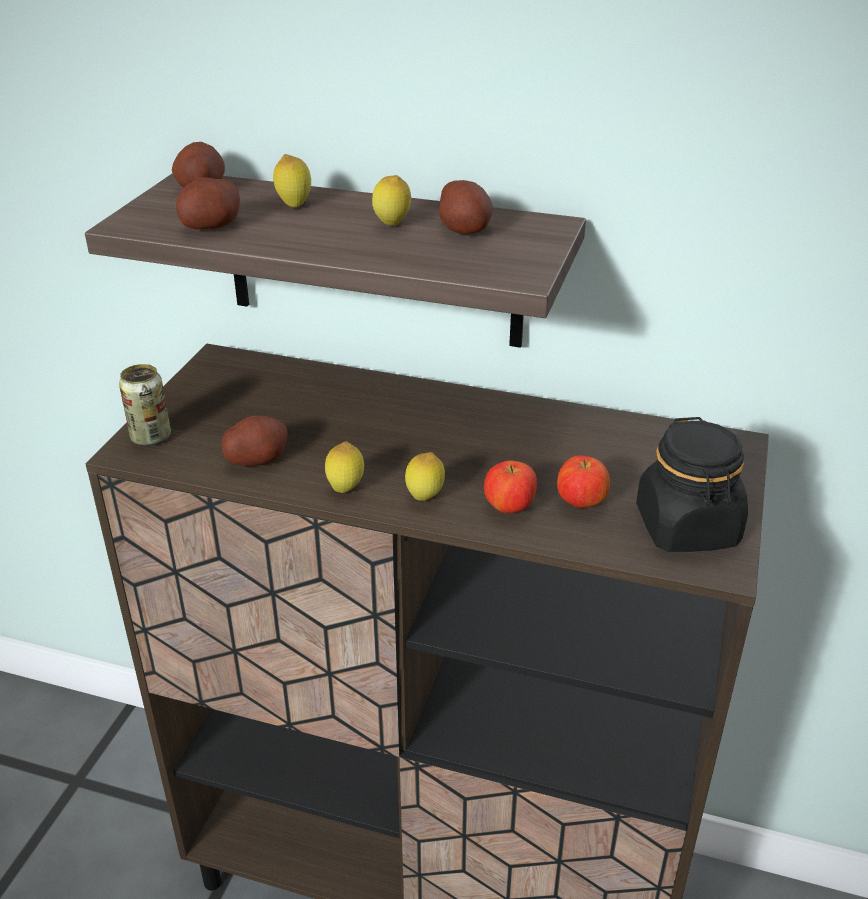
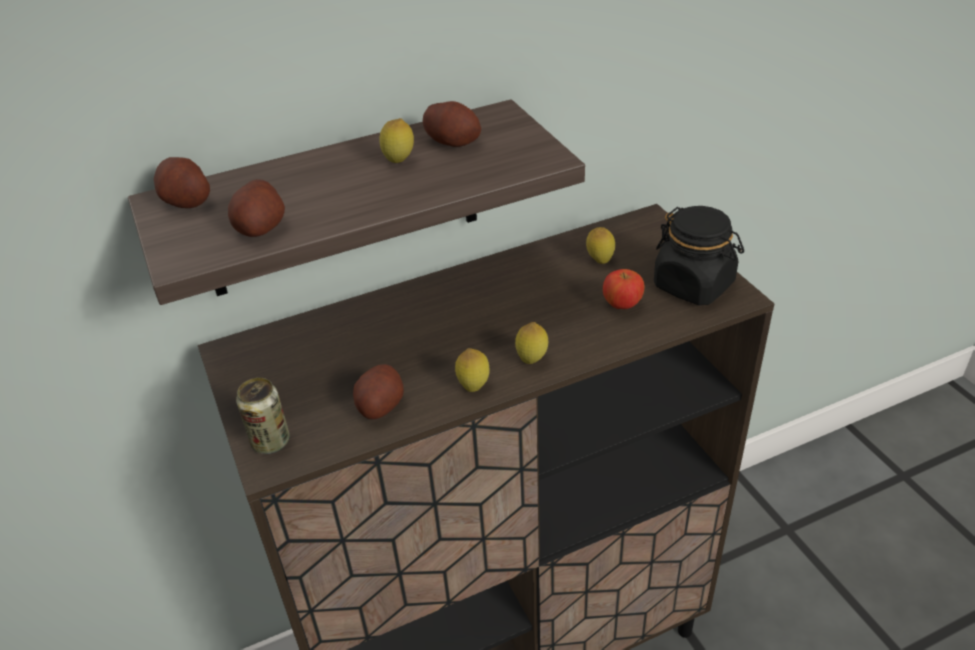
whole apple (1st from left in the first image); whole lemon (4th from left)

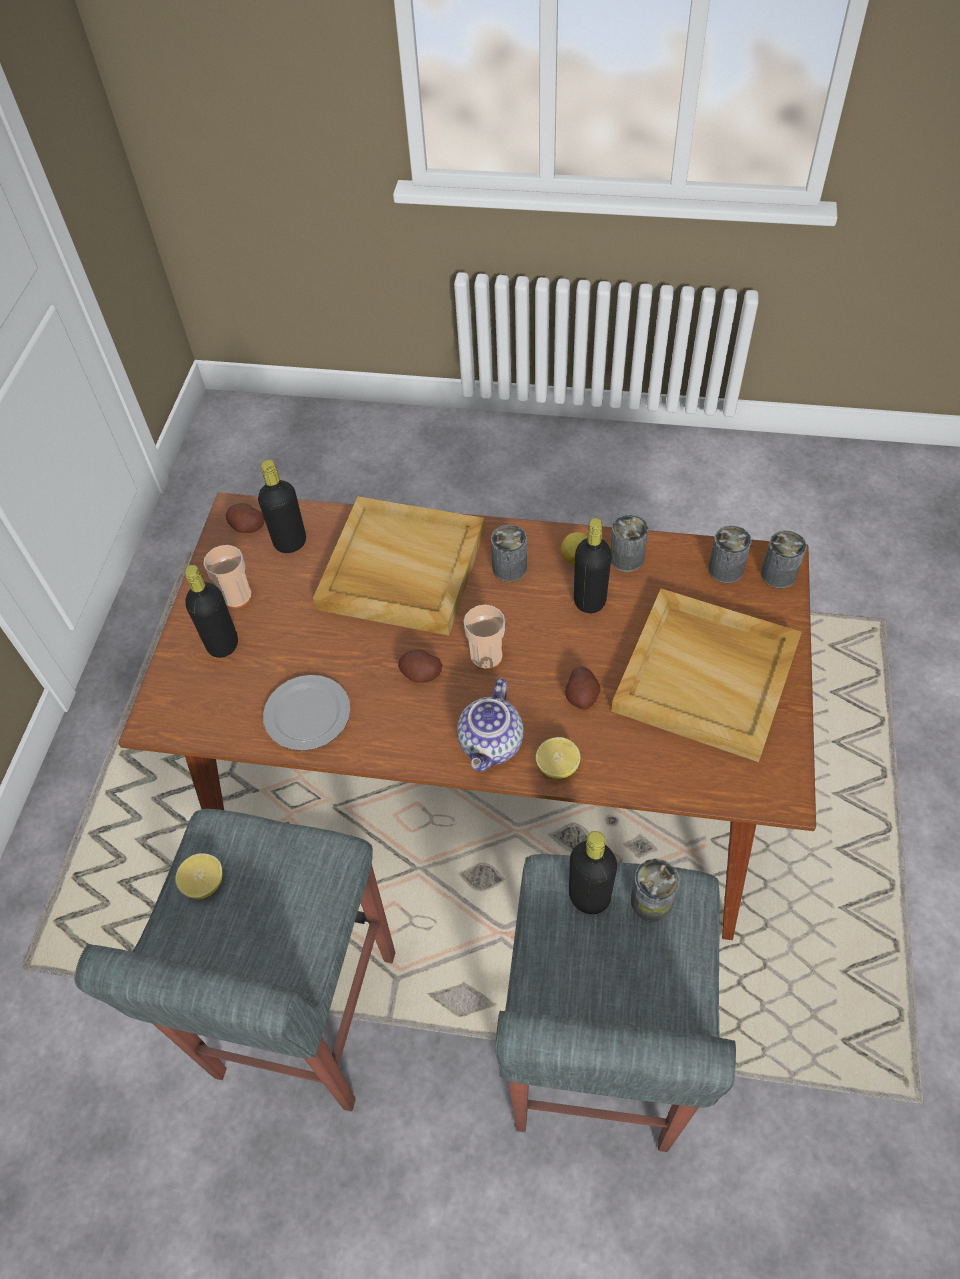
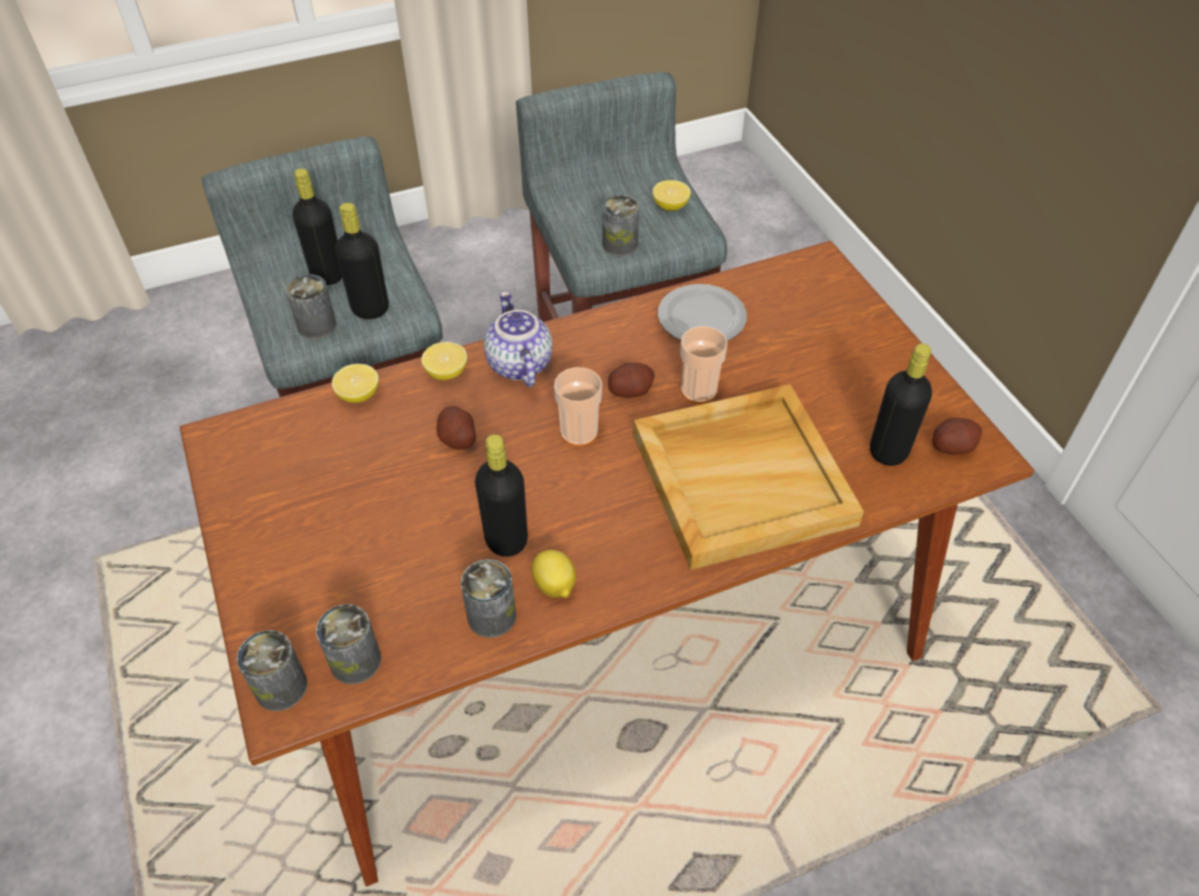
tray (beige) (2nd from left in the first image); whole lemon (1st from left); drink bottle (blackish) (1st from left); cup (2nd from left); sealed can (5th from left)

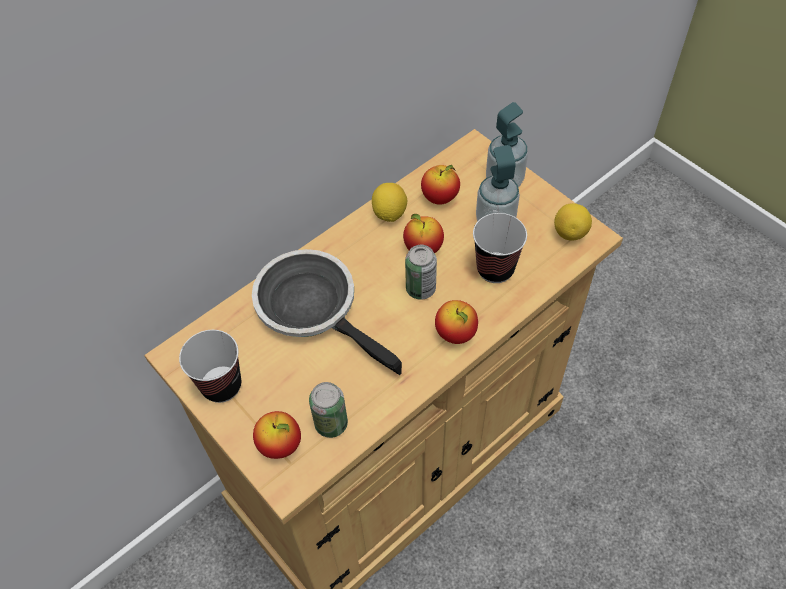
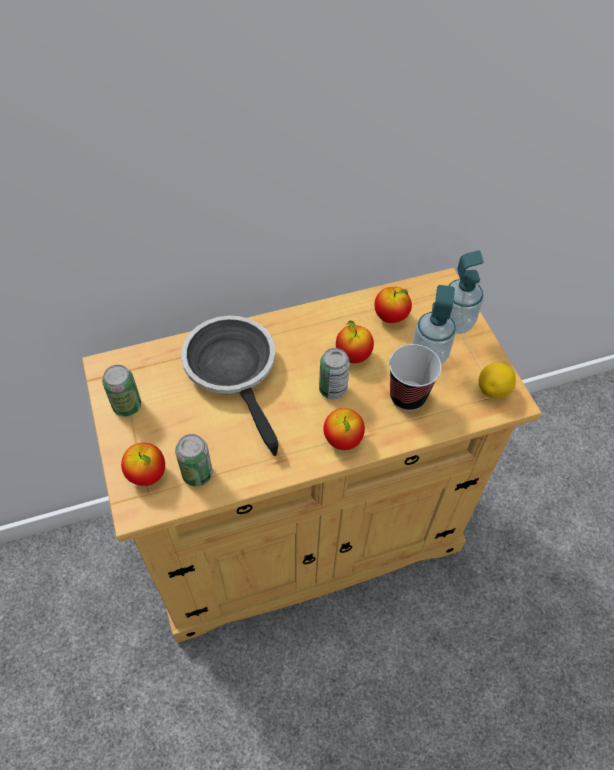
whole lemon (1st from left in the first image); sealed can (1st from left)

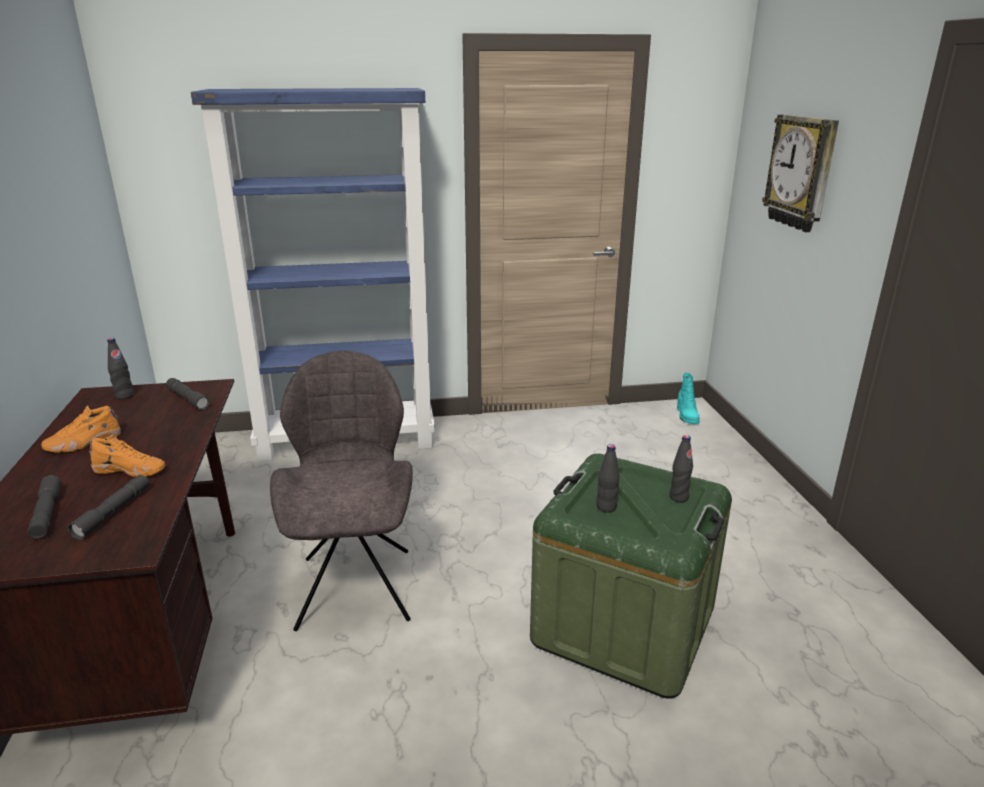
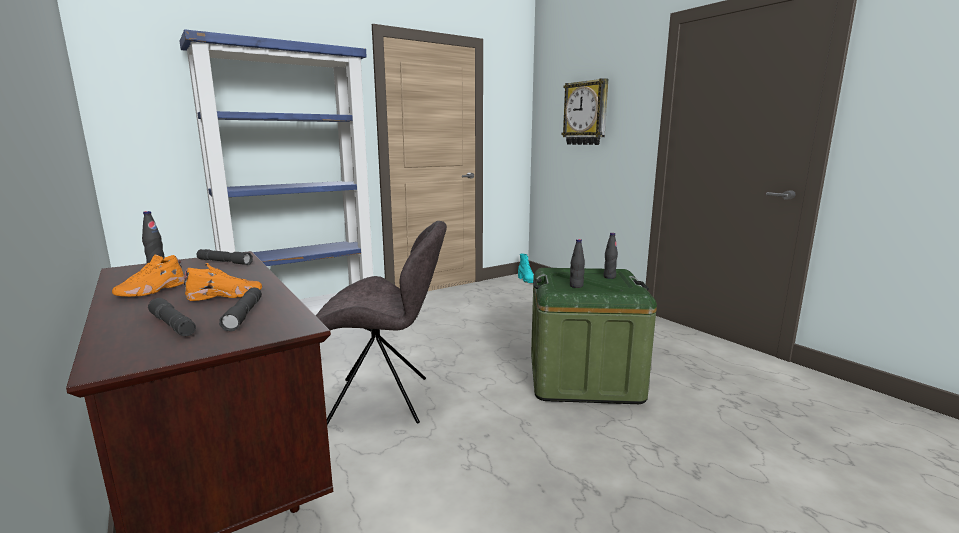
chair (greyish)

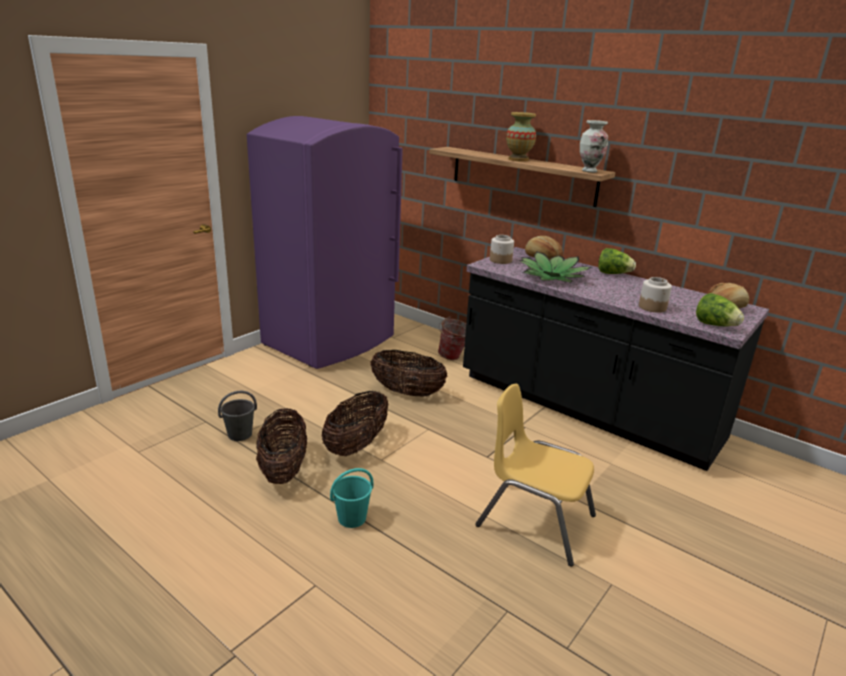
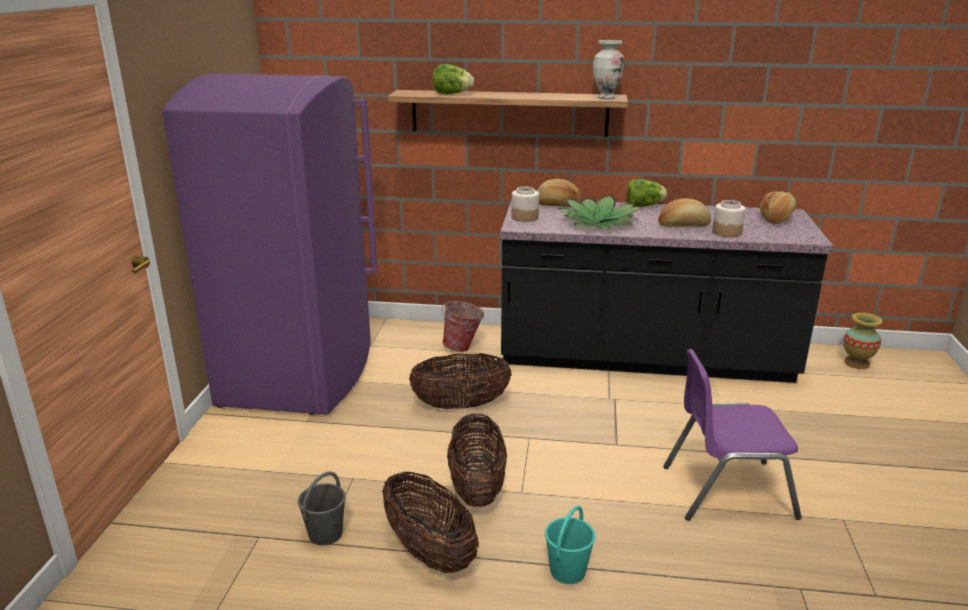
bread (2nd from left); vase (2nd from left); head of lettuce (1st from left); chair (purple-coloured)

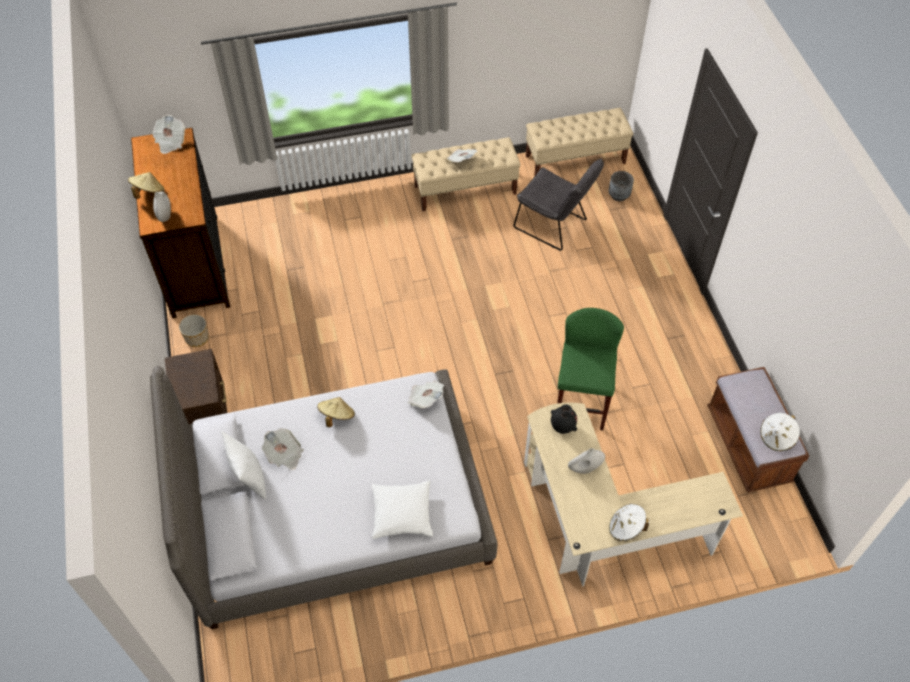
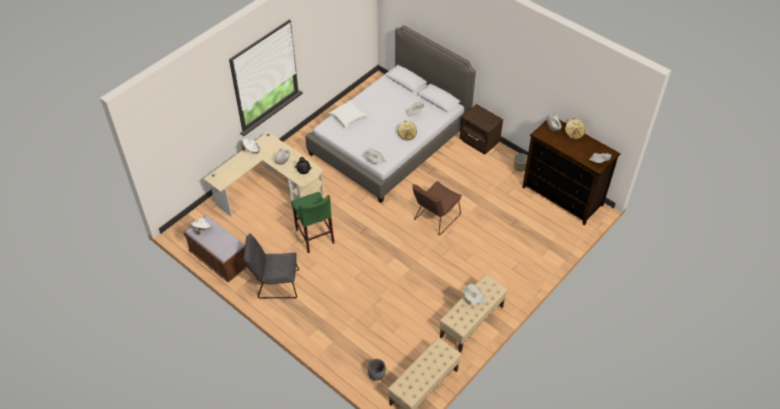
pillow (white) (1st from left in the first image); chair (brown-coloured); chair (greyish)

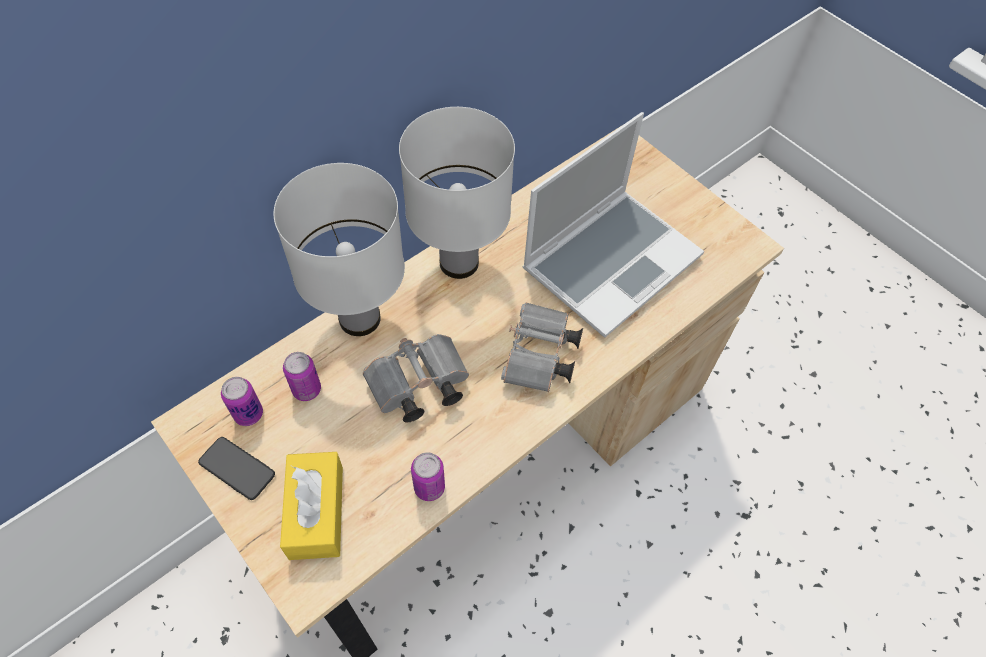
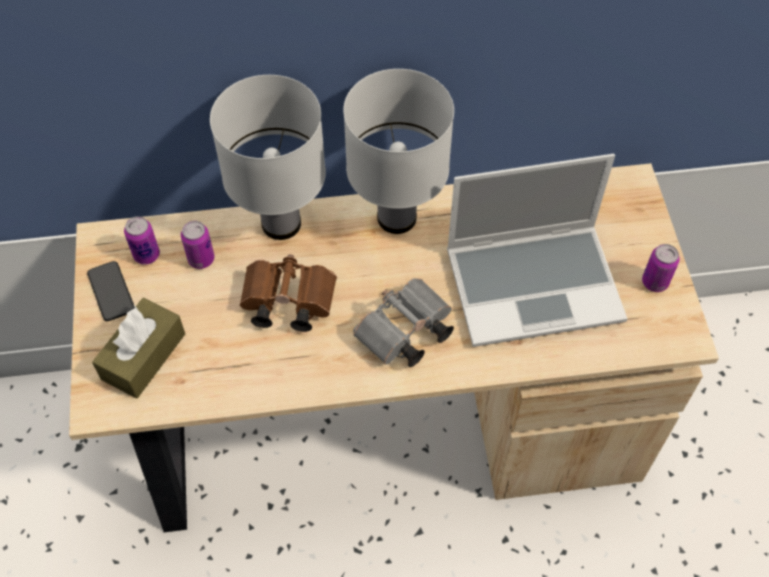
sealed can (3rd from left); tissue holder (brown-coloured); field glasses (brown-coloured)

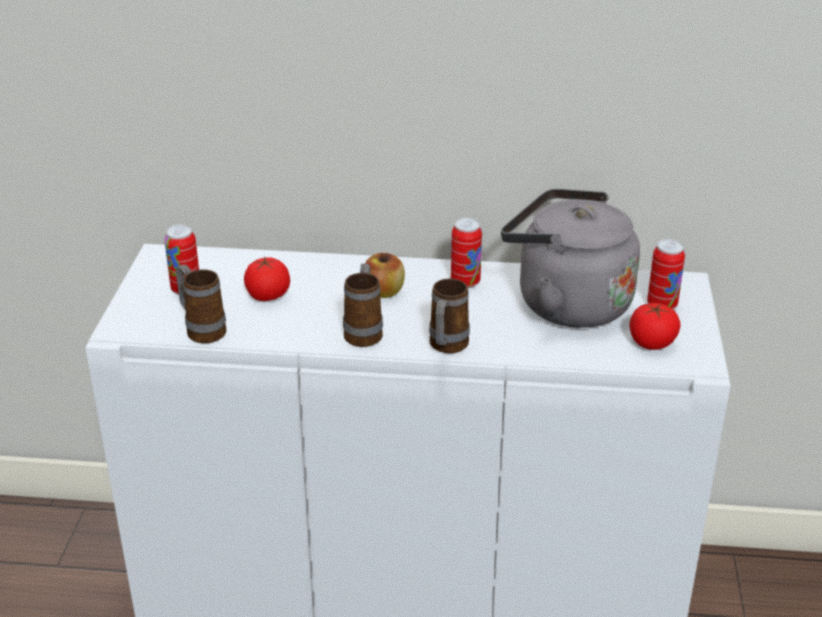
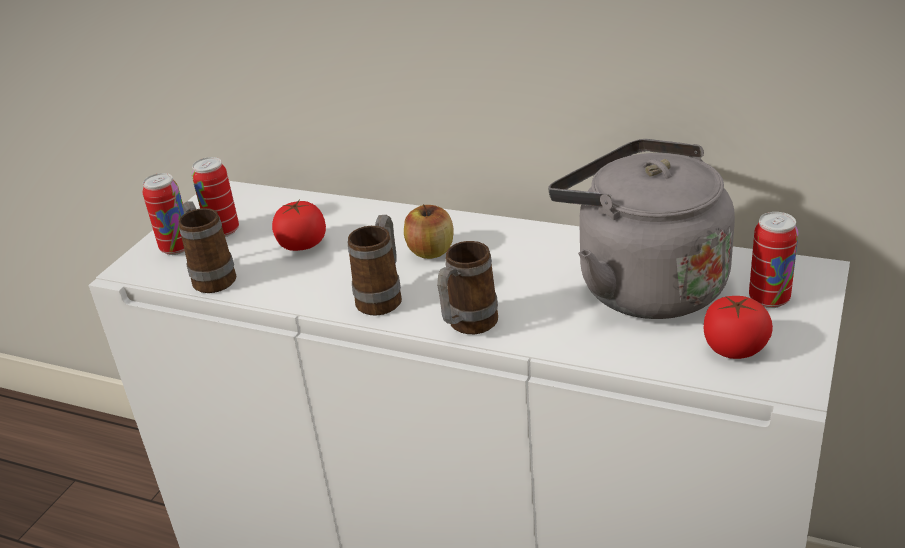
sealed can (1st from left)

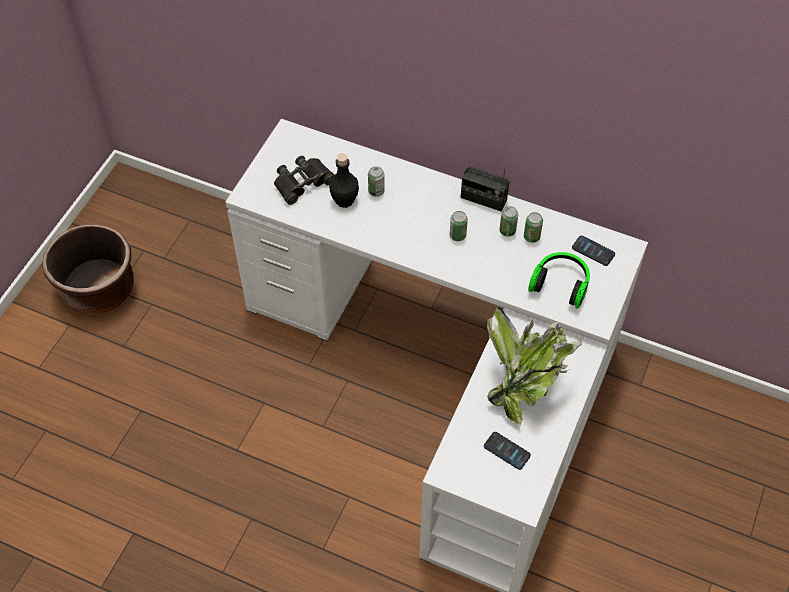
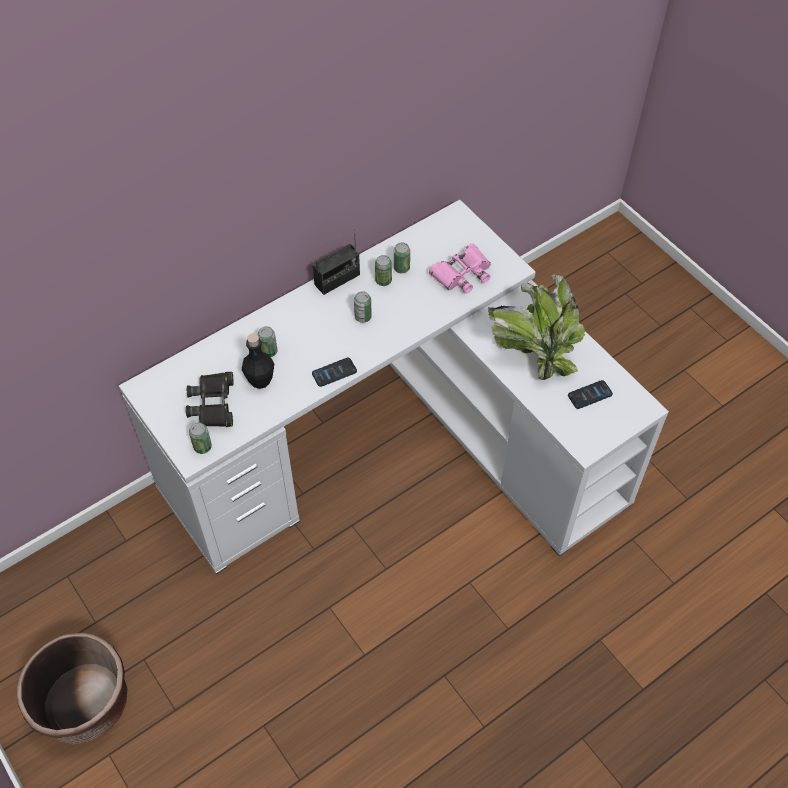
sealed can (1st from left); telephone (1st from left); field glasses (pink-coloured)

